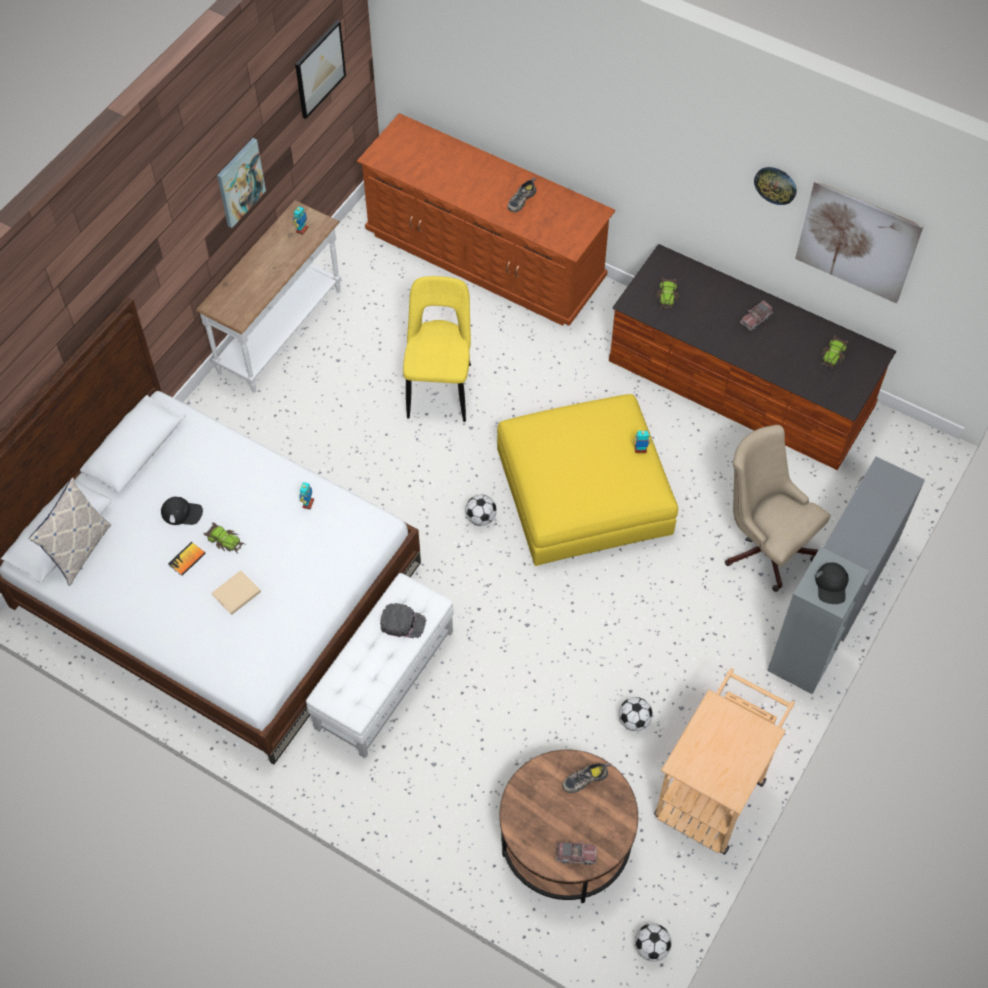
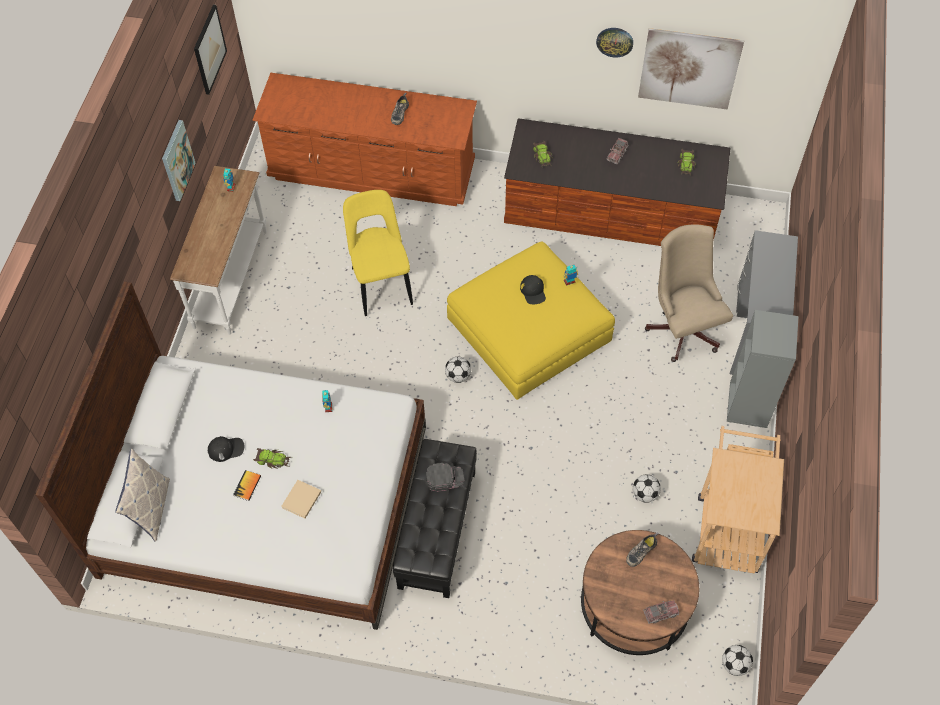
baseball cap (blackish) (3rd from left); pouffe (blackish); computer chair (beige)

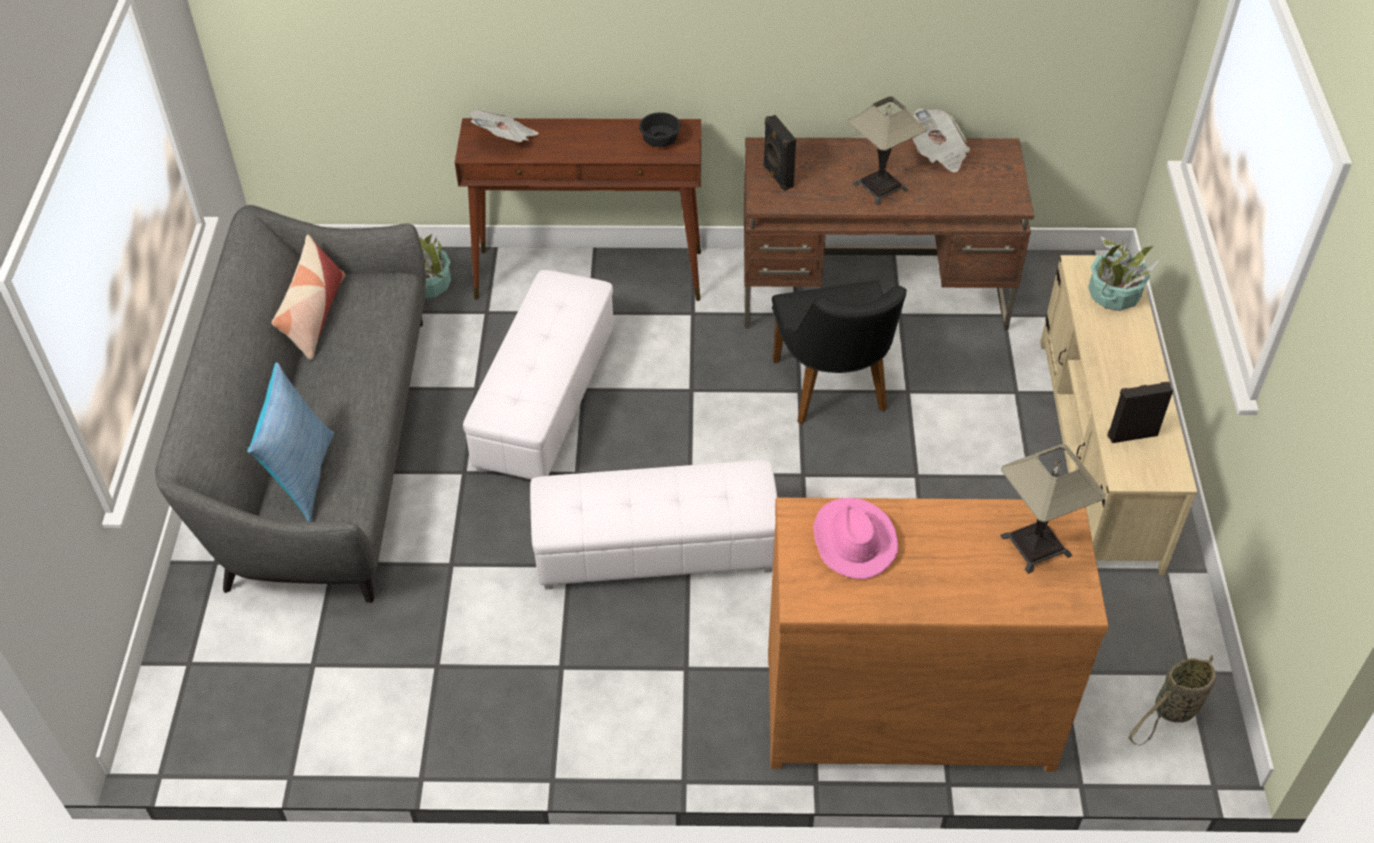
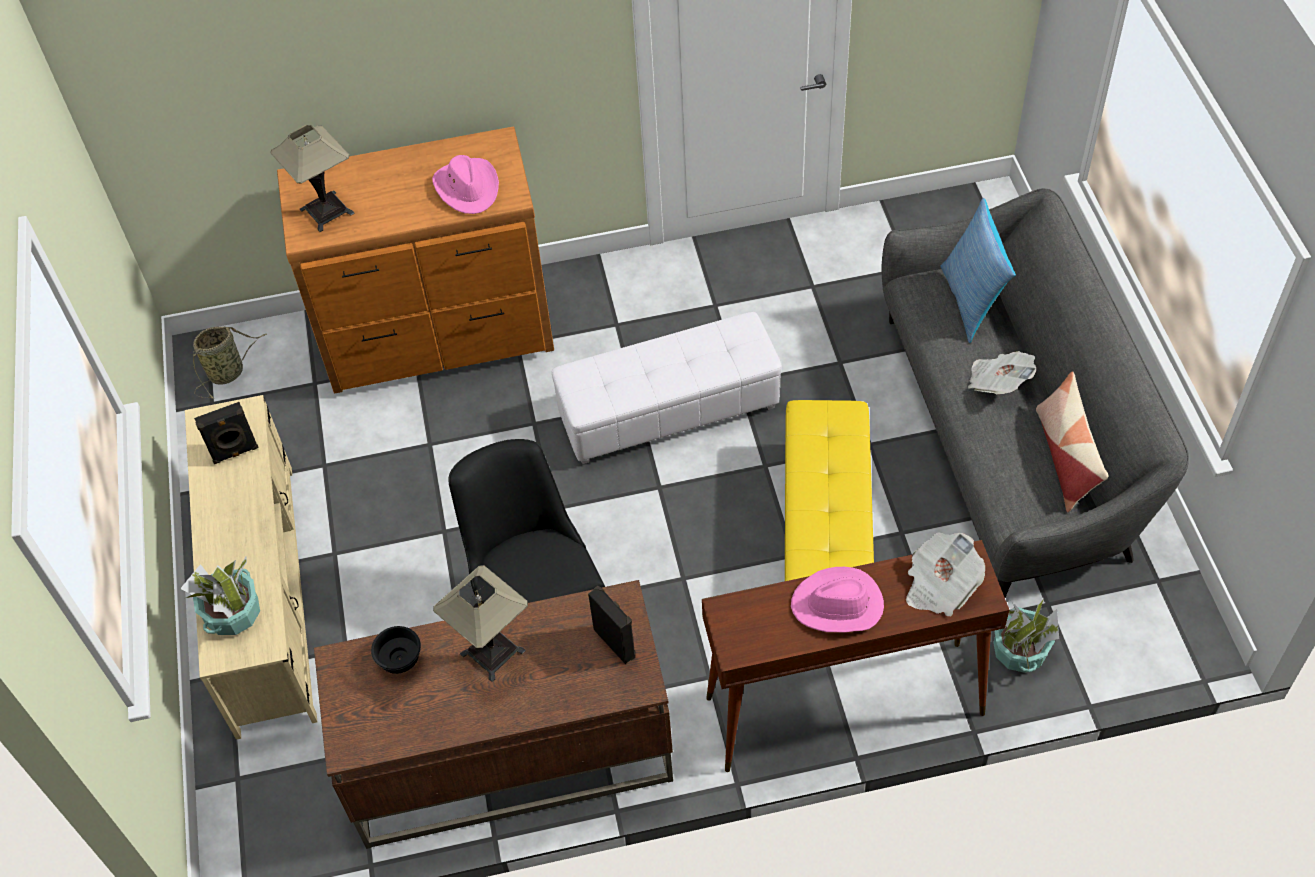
clothing hat (pink-coloured) (2nd from left); serving bowl (blackish); newspaper (2nd from left); pouffe (yellowish)

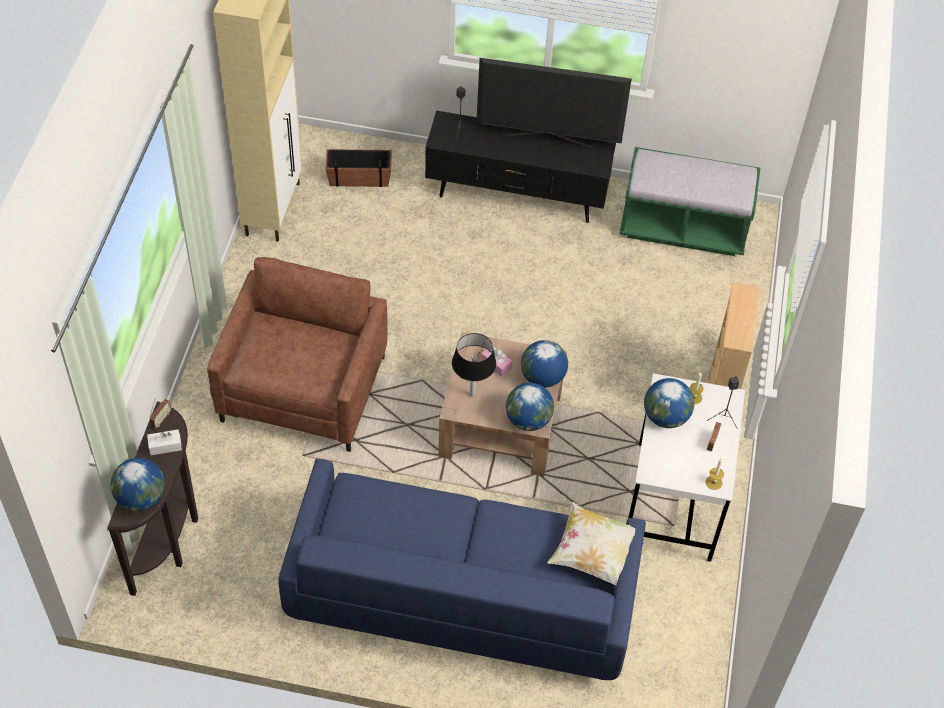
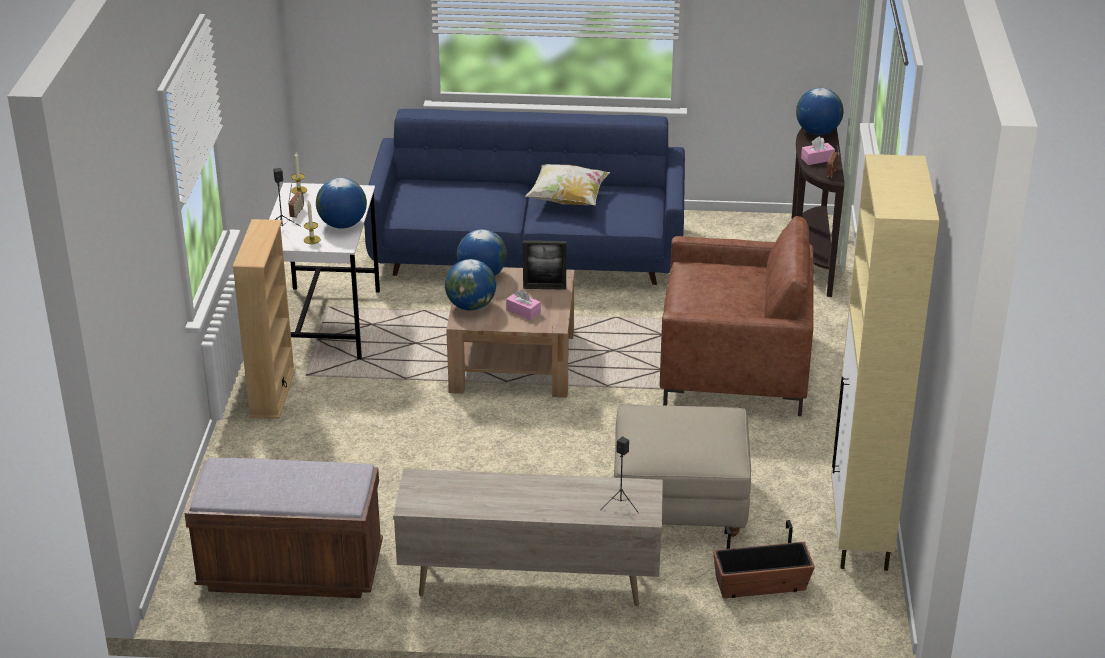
TV; pouffe (beige); pillow; picture frame; tissue holder (pink-coloured) (2nd from left); media console (beige); bench (brown-coloured); armchair (brown-coloured)

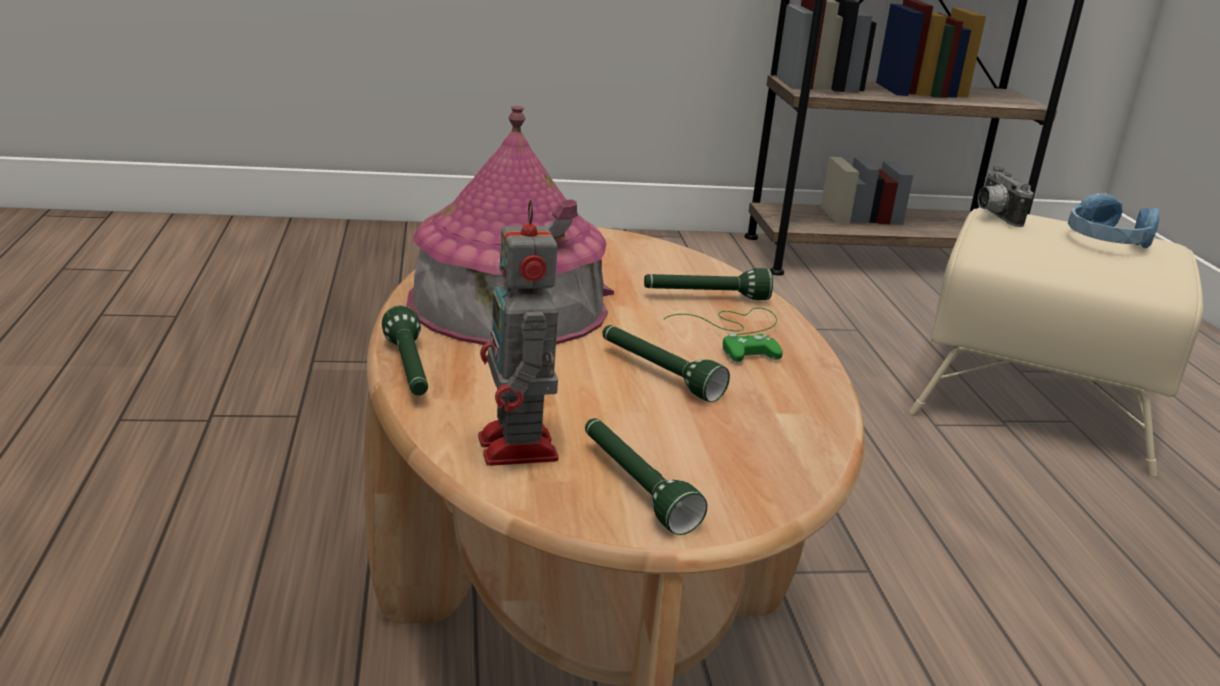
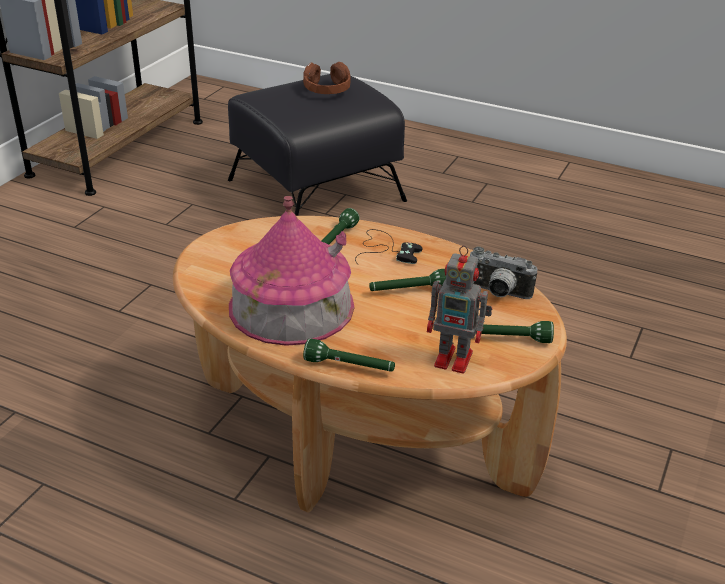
still camera; game controller (blackish); pouffe (blackish); pair of headphones (brown-coloured)

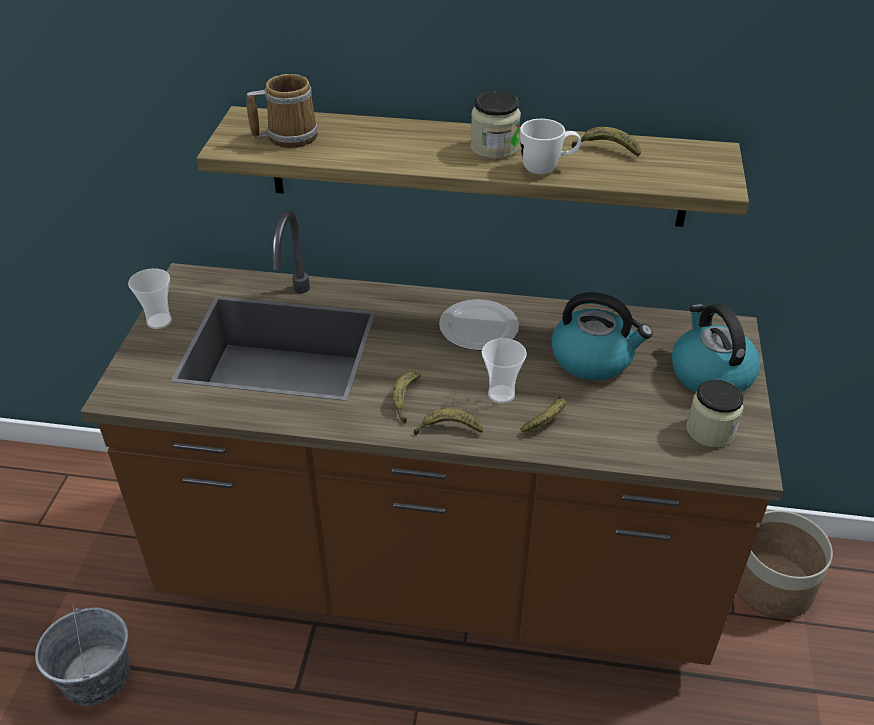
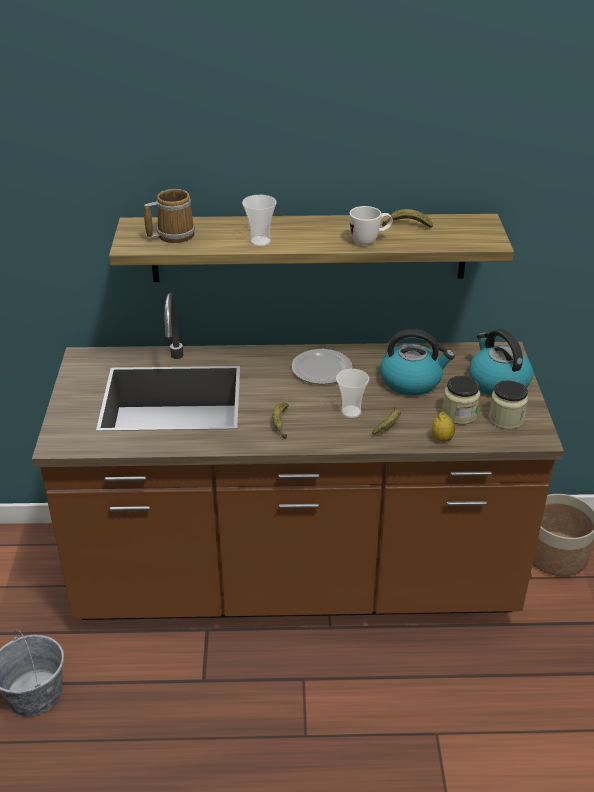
whole banana (2nd from left in the first image); whole lemon; cup (1st from left); jar (1st from left)

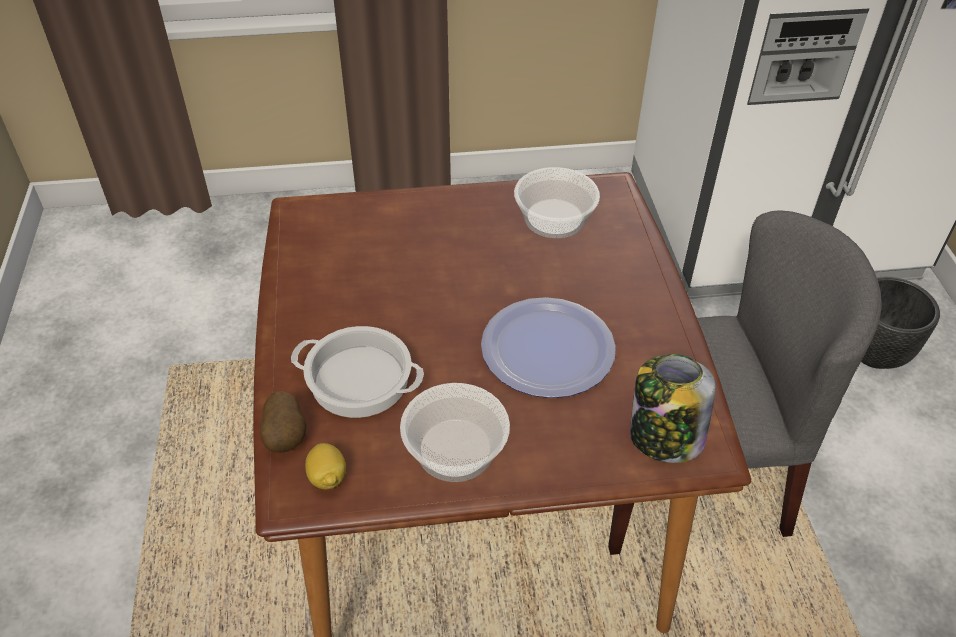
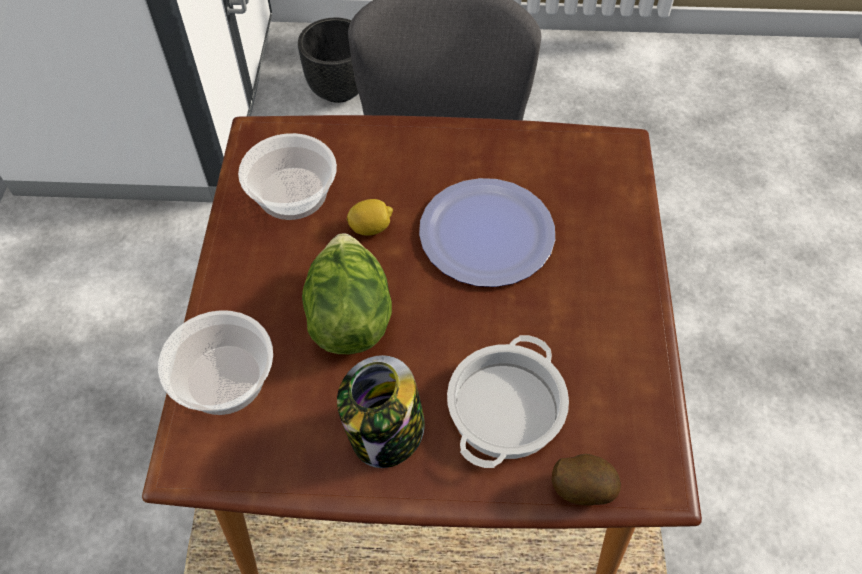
head of lettuce; whole lemon; serving bowl (1st from left); jar

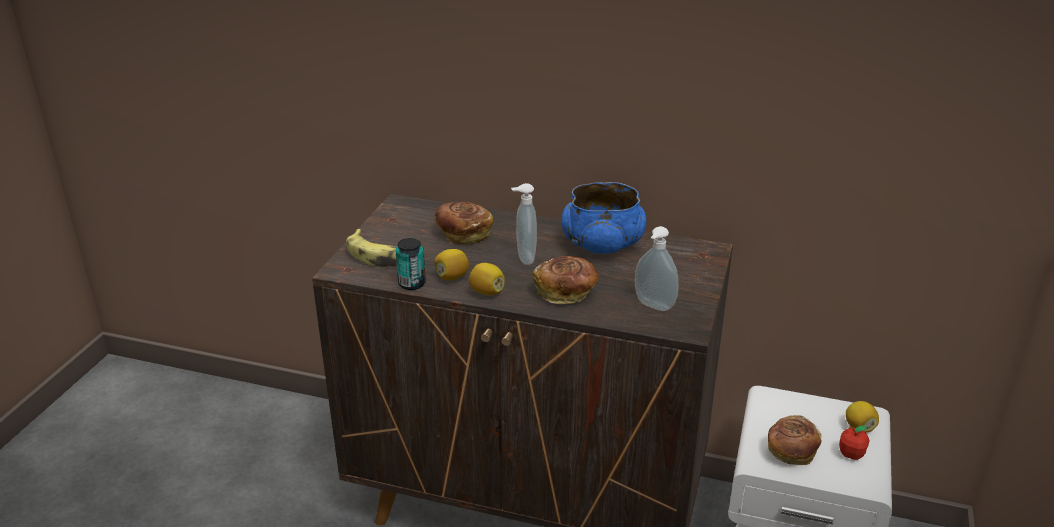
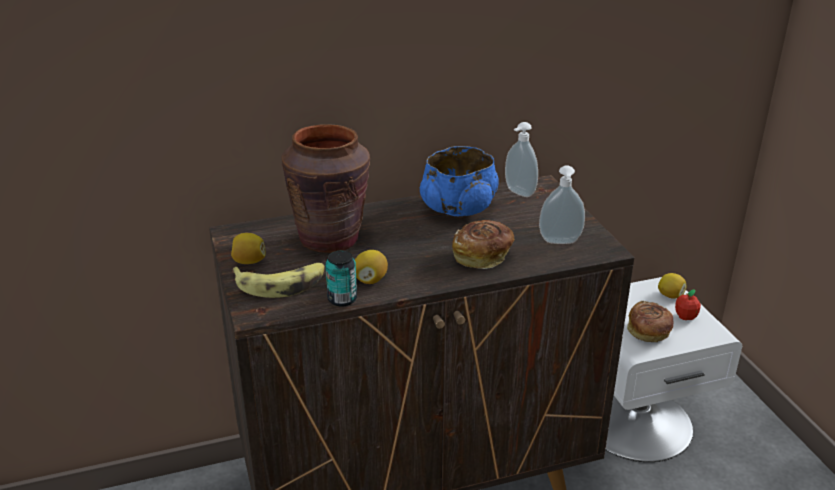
whole lemon (1st from left); soap bottle (1st from left); vase (brown-coloured)

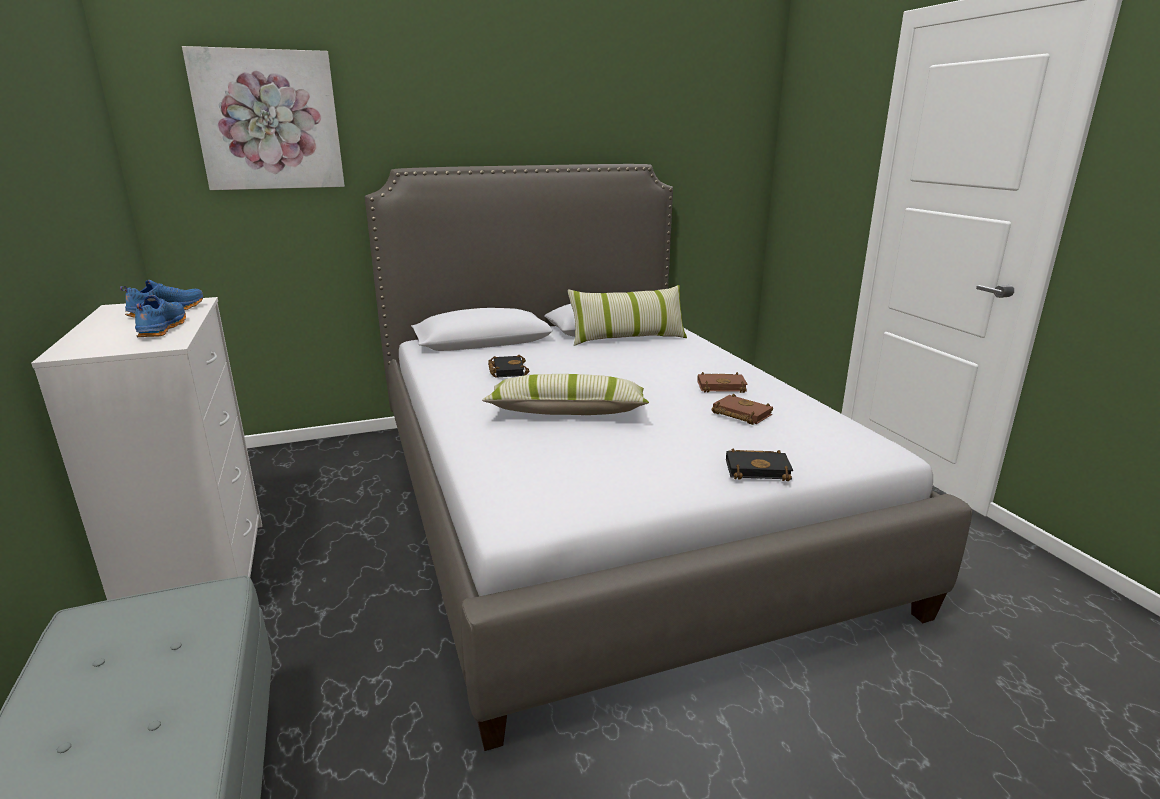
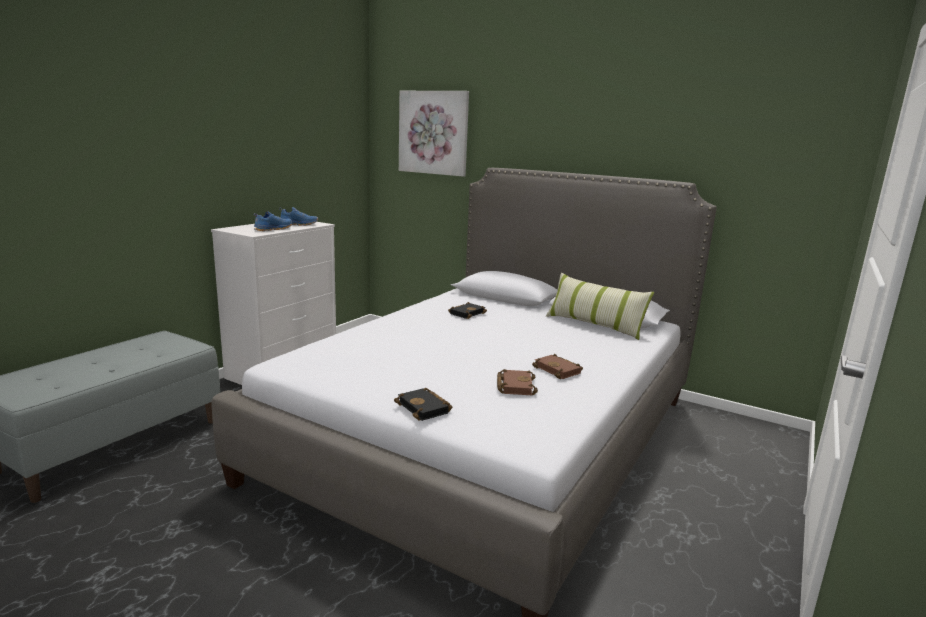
pillow (1st from left in the first image)

